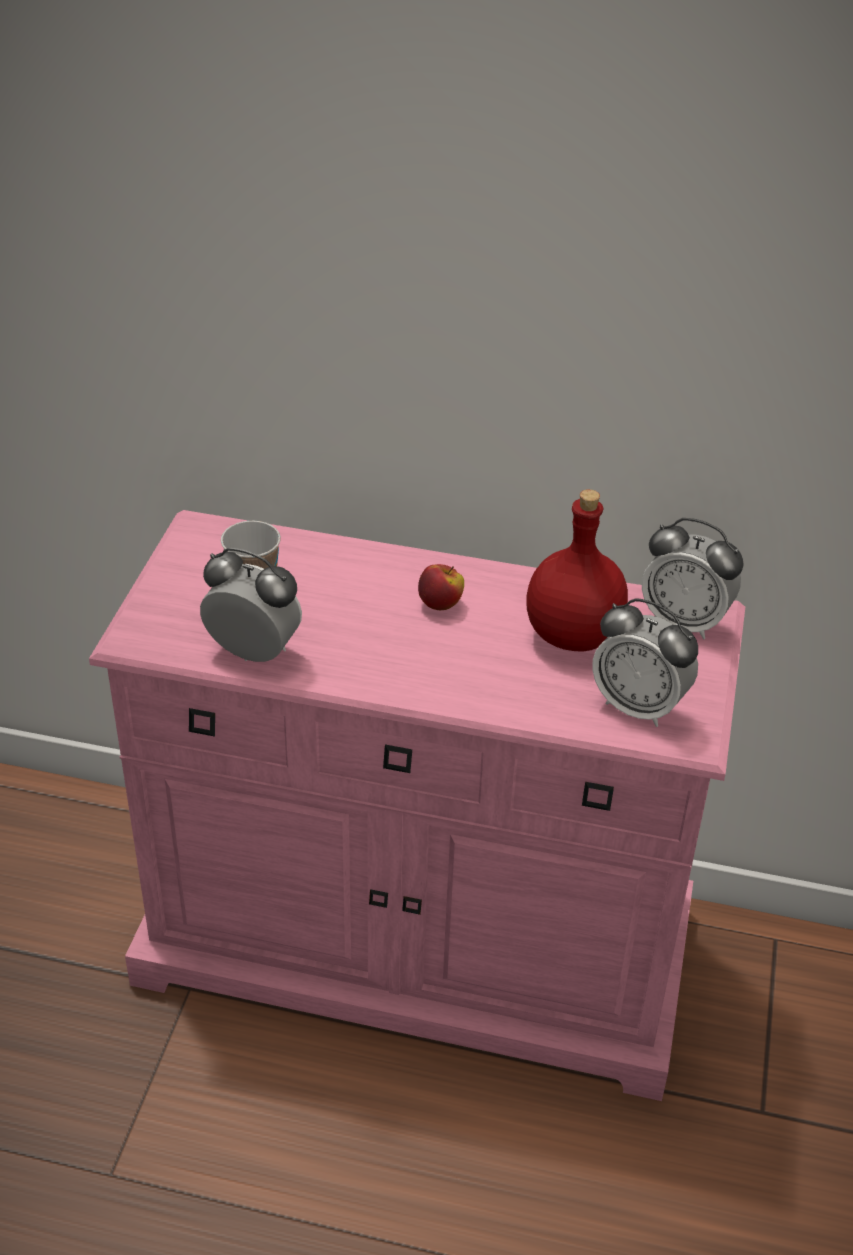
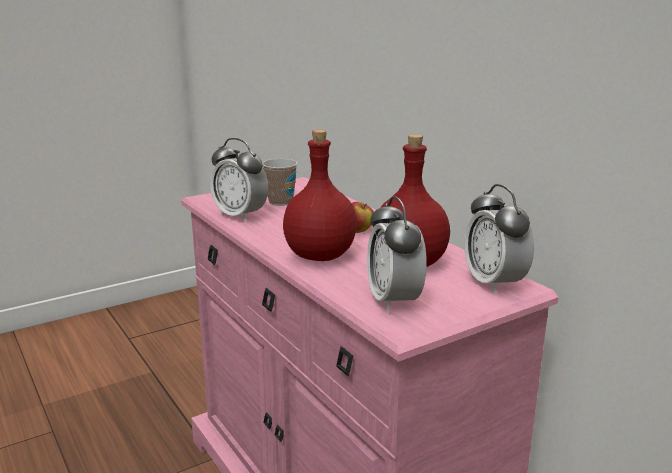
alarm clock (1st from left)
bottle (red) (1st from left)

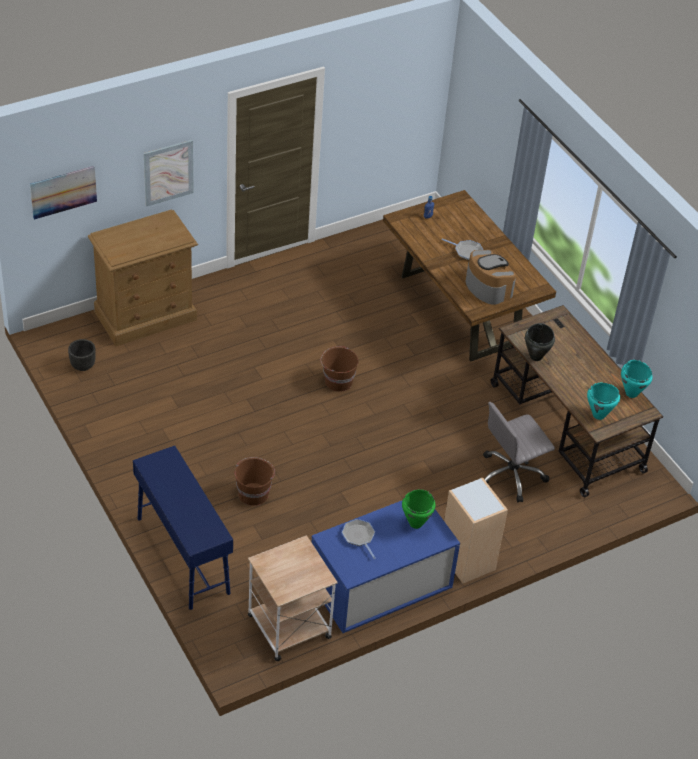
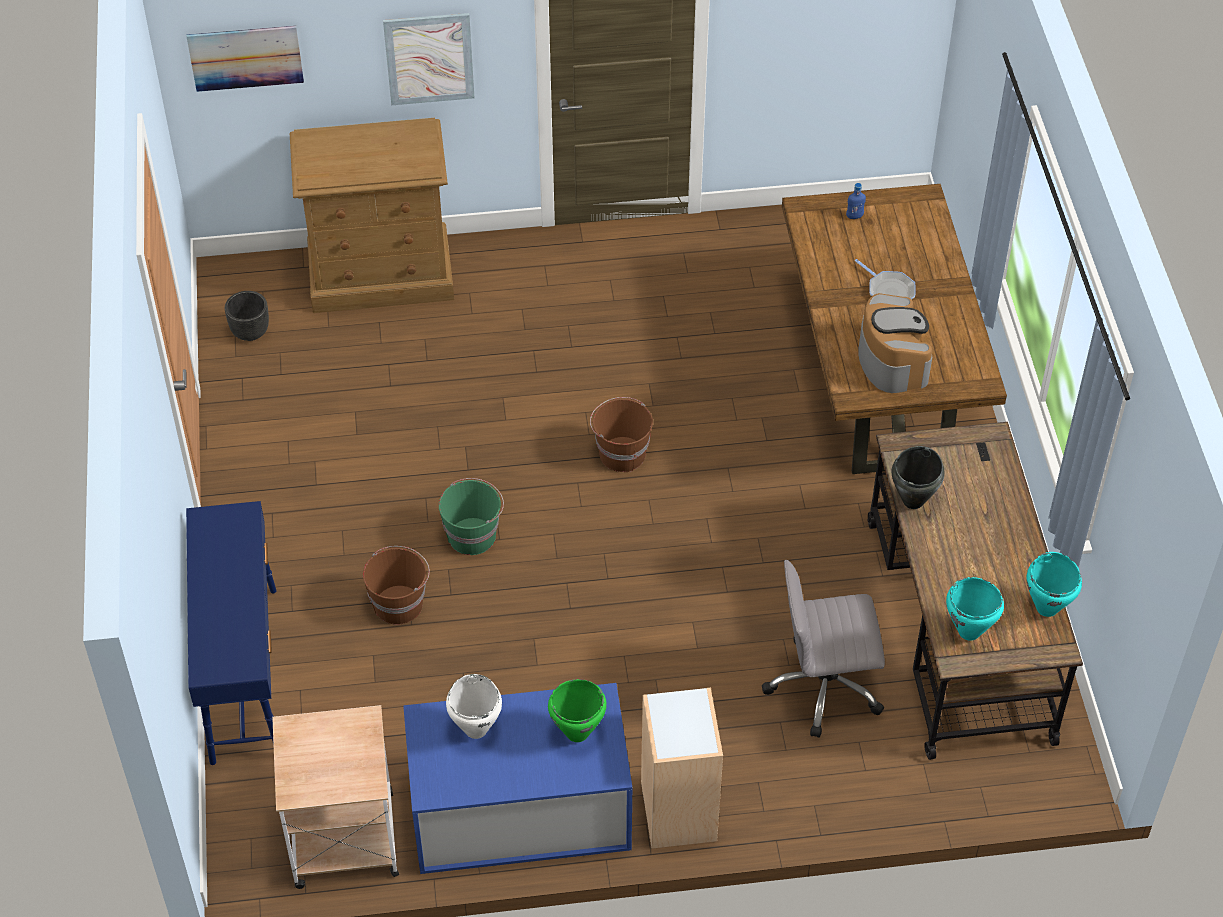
cooking pot (white)
bucket (green)

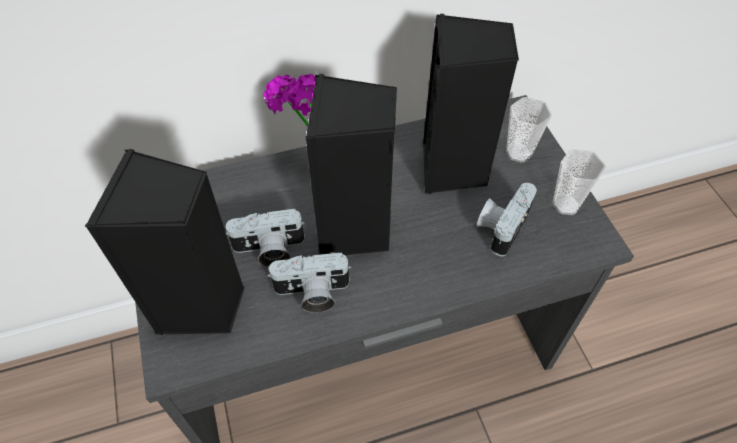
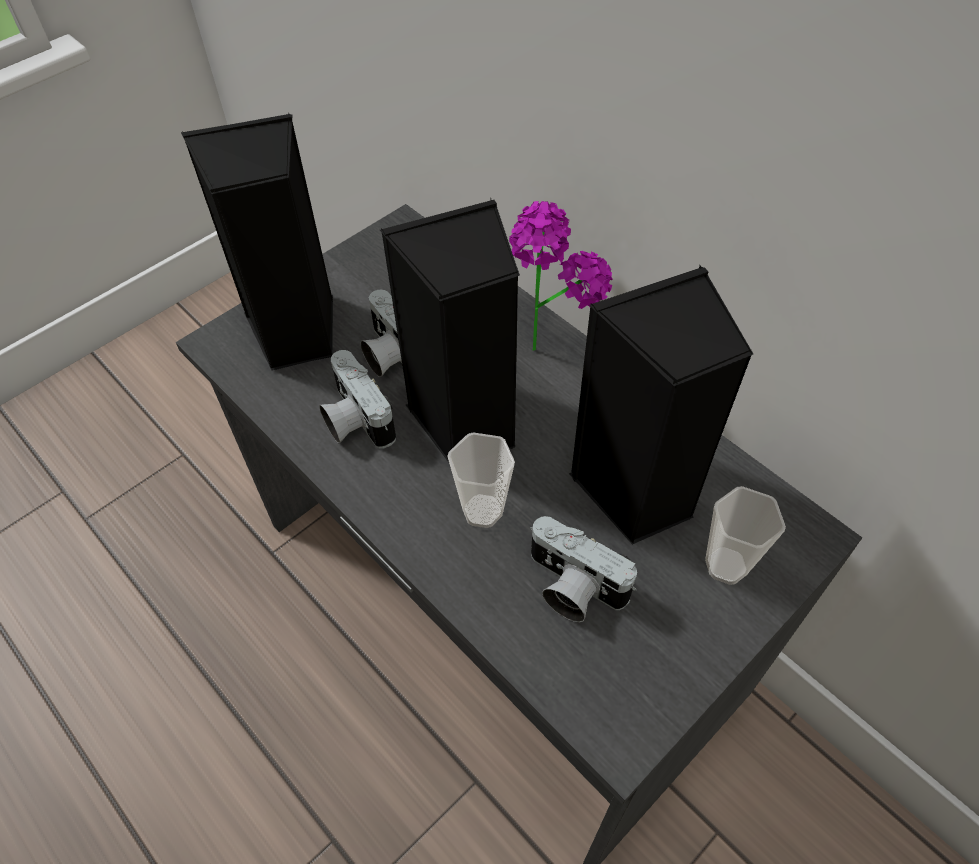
cup (1st from left)
photo camera (3rd from left)

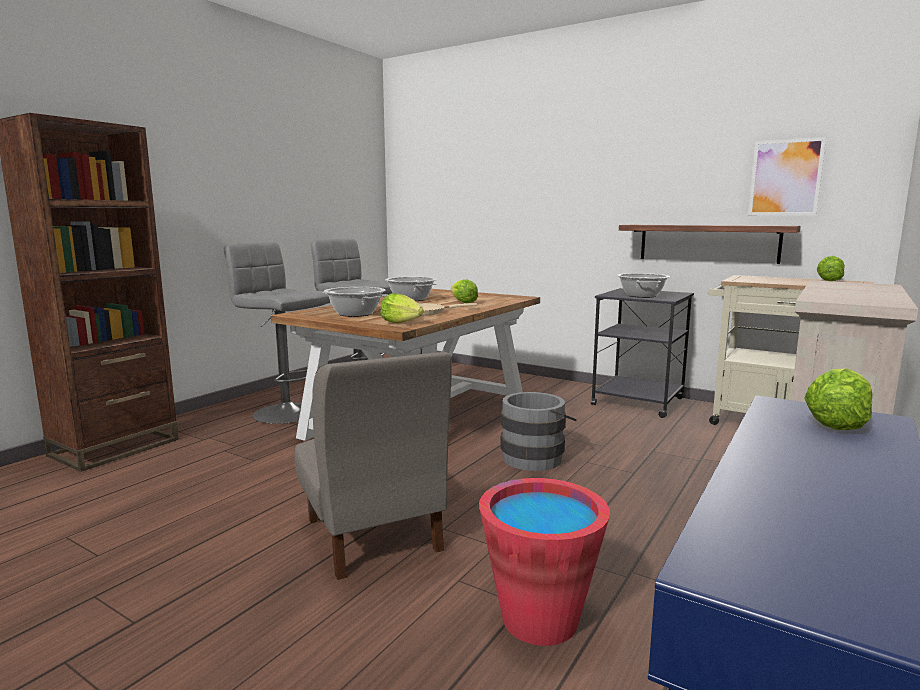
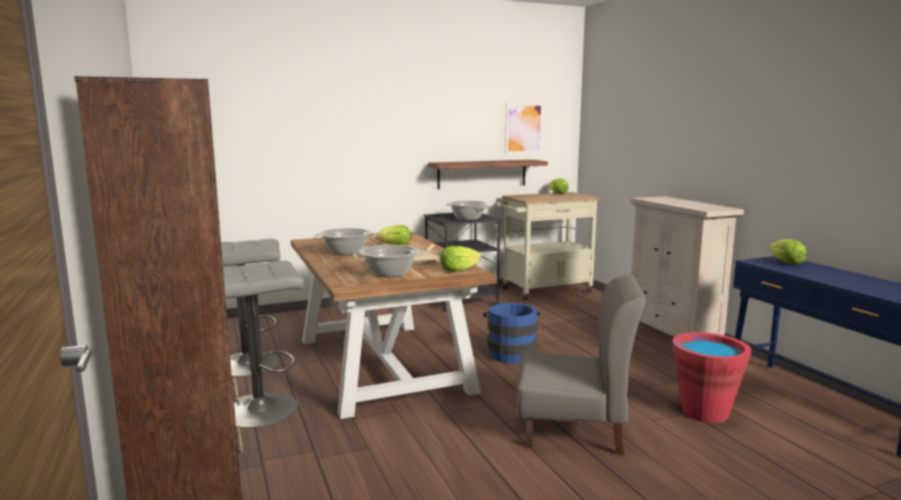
bucket (blue)

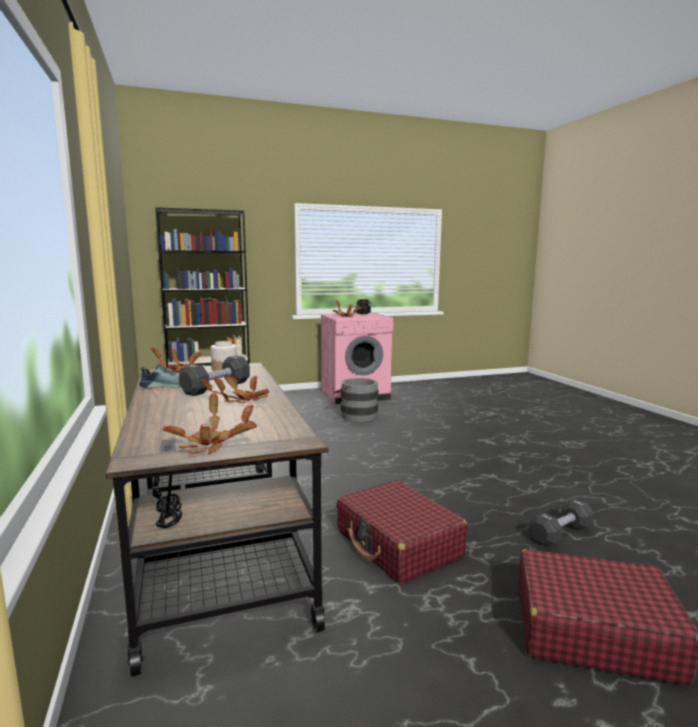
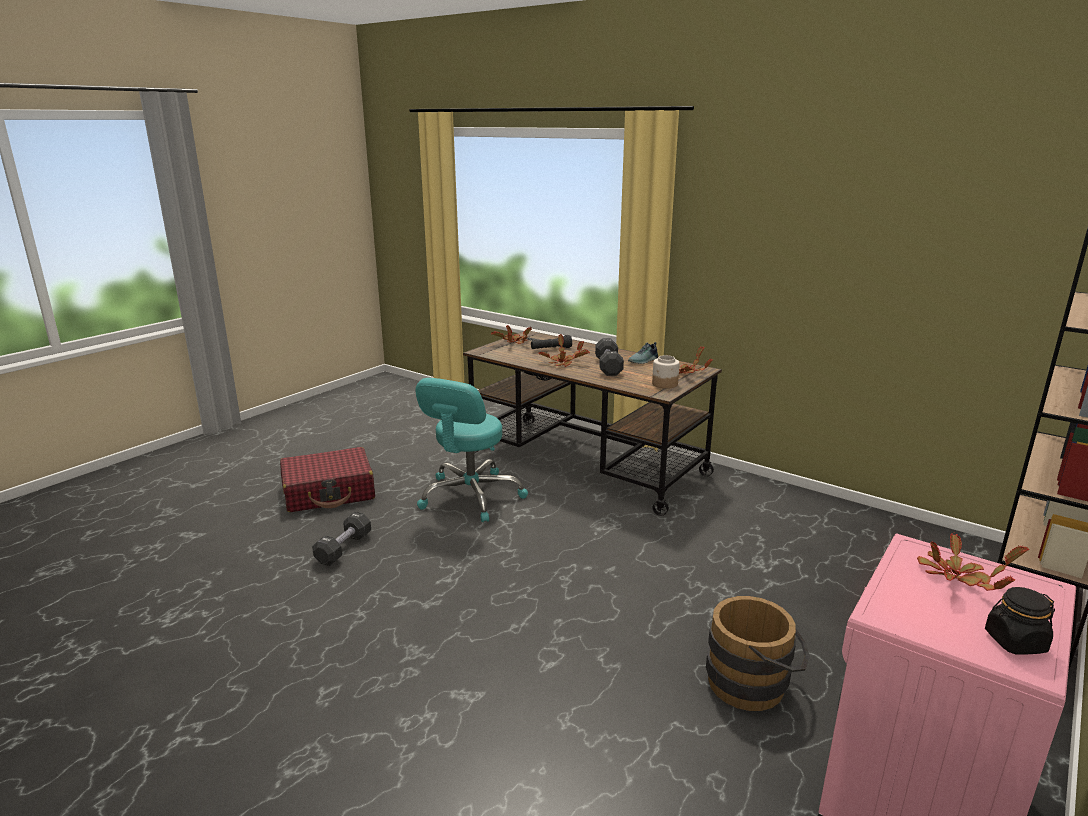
bucket (brown)
office chair (turquoise)
flashlight (black)

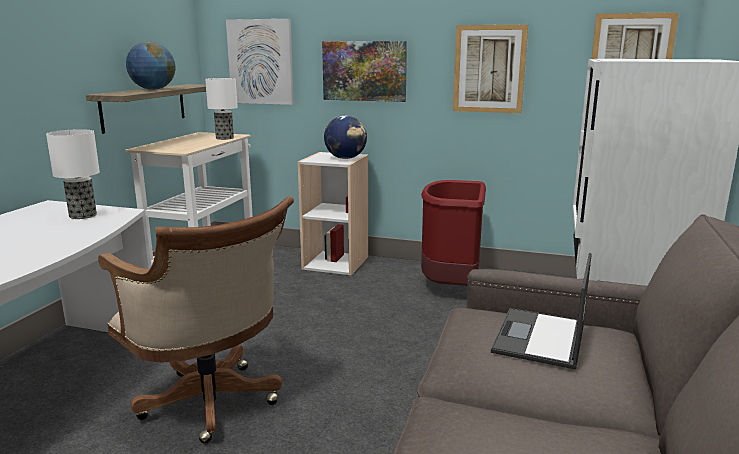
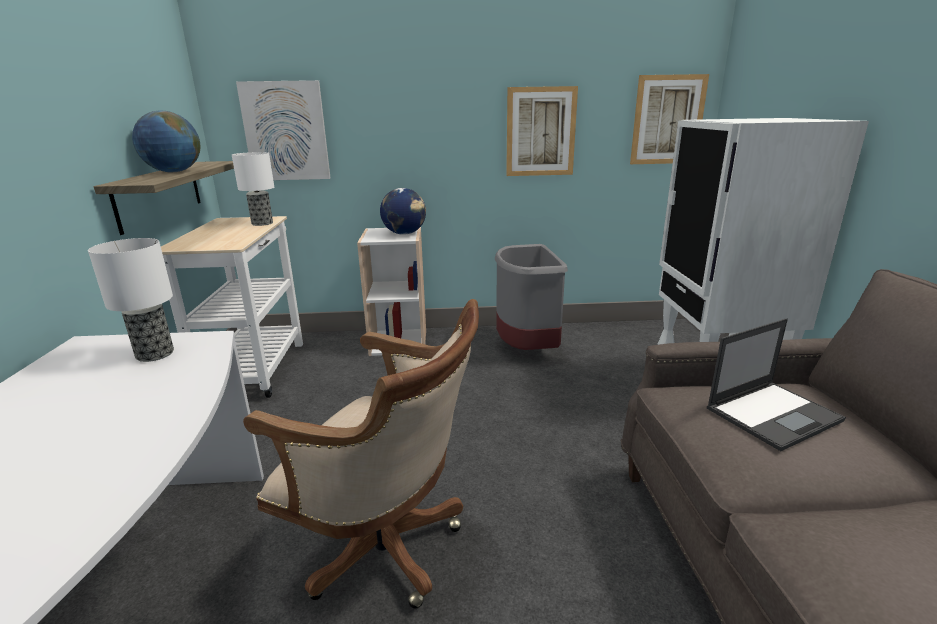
picture (2nd from left in the first image)
trash can (grey)
laptop

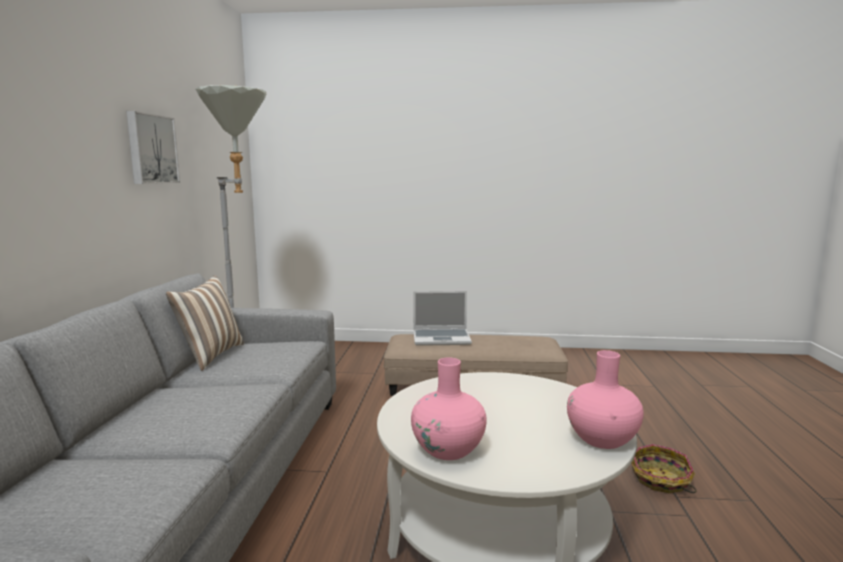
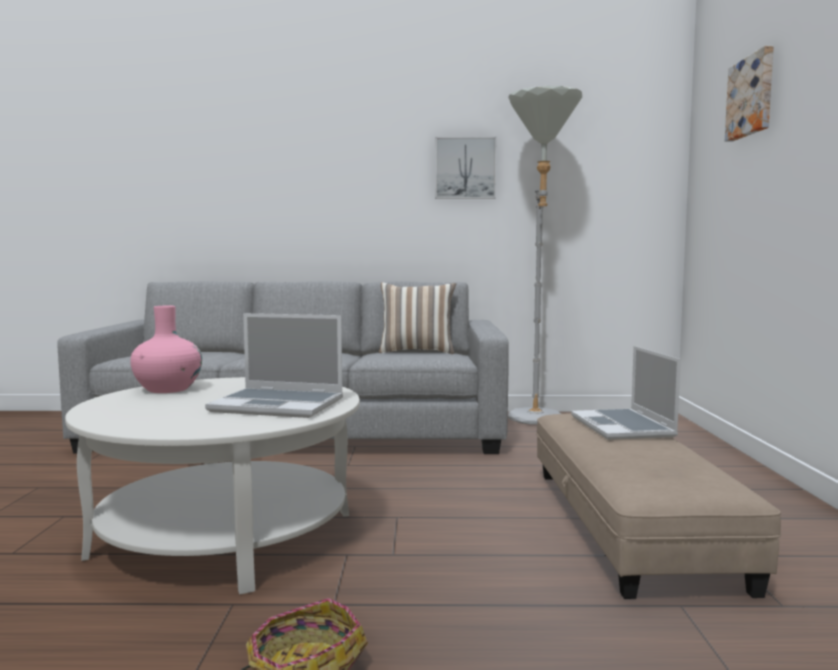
vase (pink) (2nd from left in the first image)
picture (2nd from left)
laptop (1st from left)

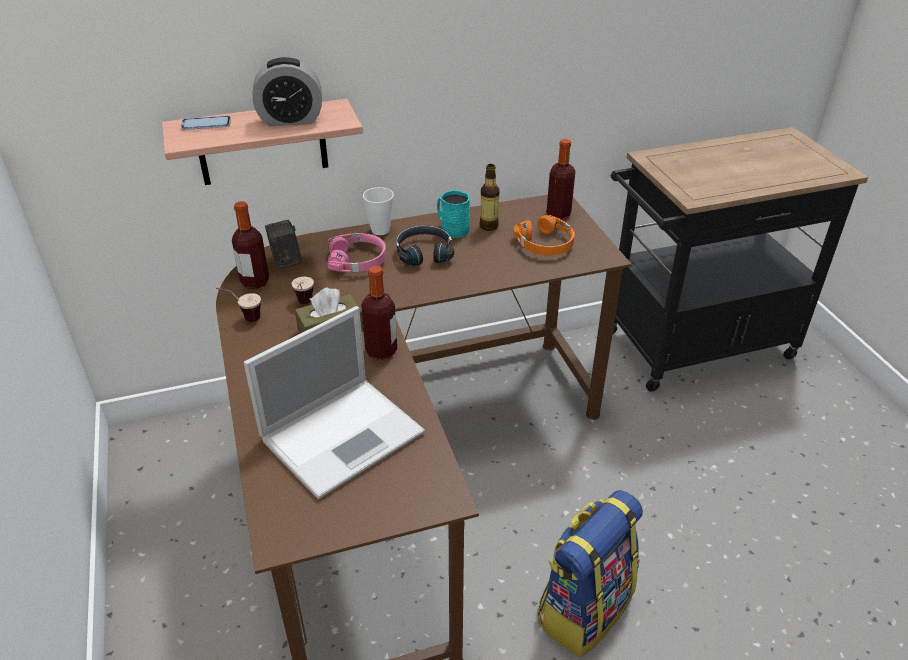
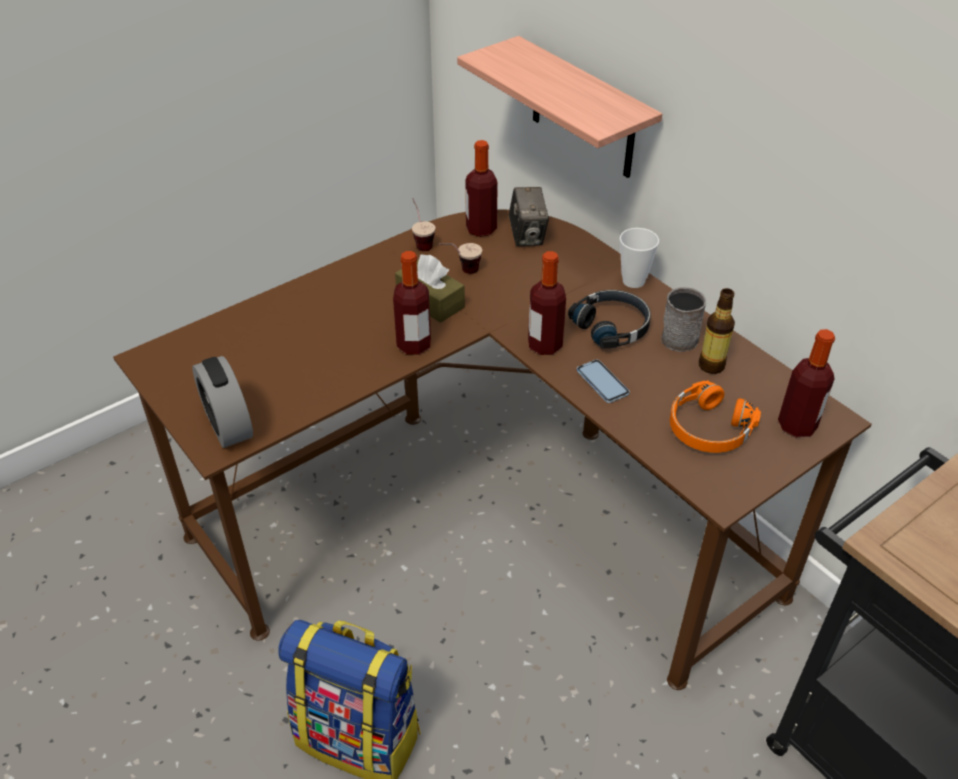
alarm clock
phone
mug (grey)
photo camera
headphones (pink)
laptop
bottle (3rd from left)

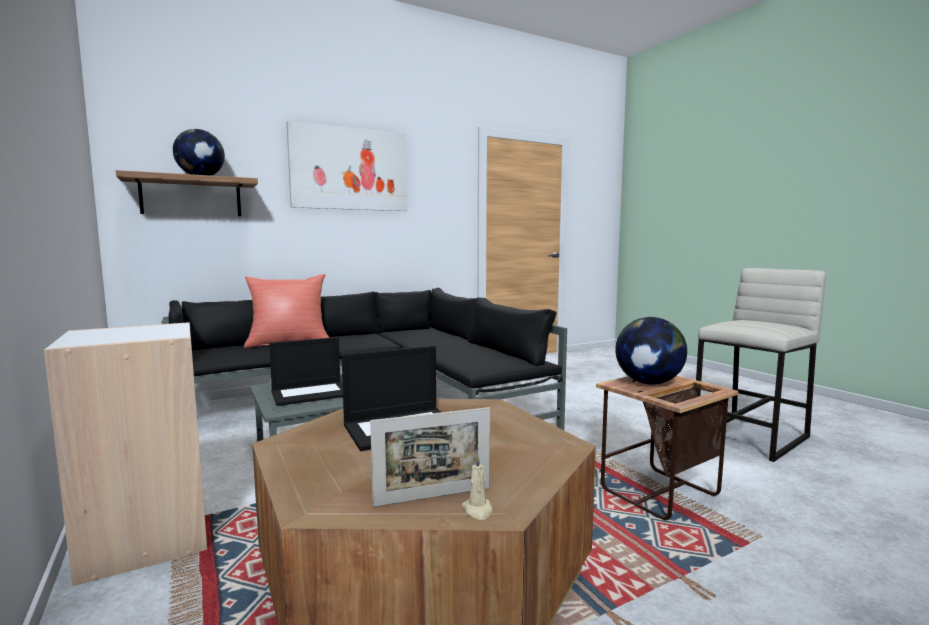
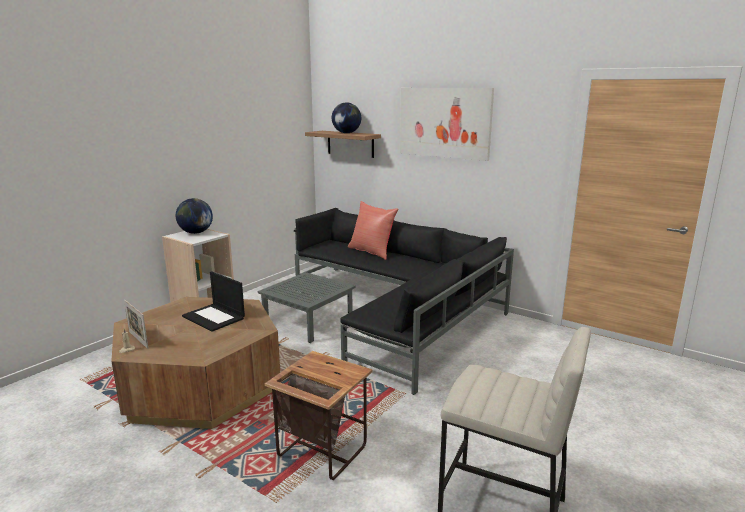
globe (1st from left)
laptop (1st from left in the first image)

